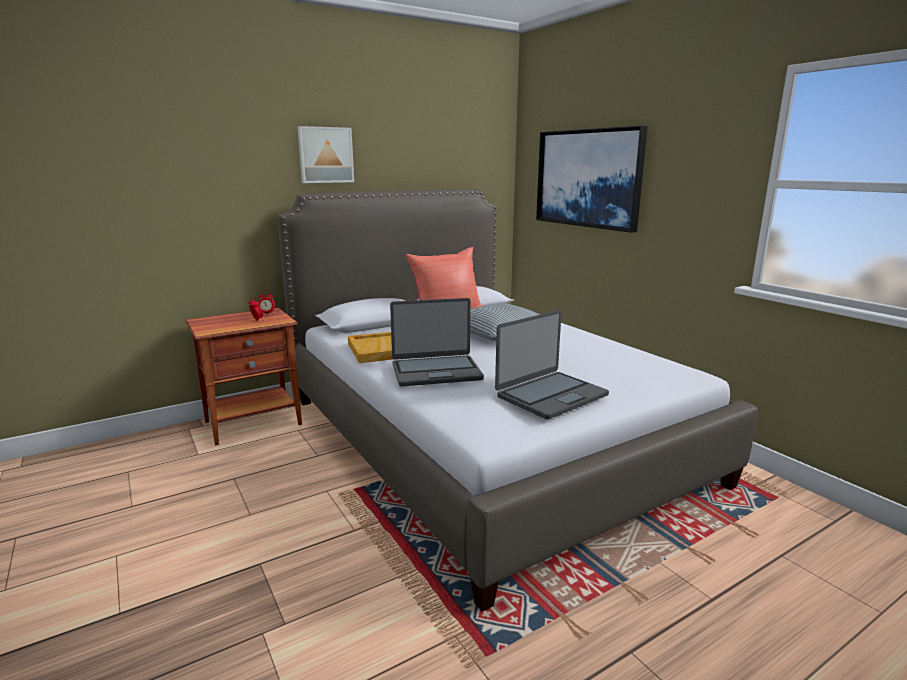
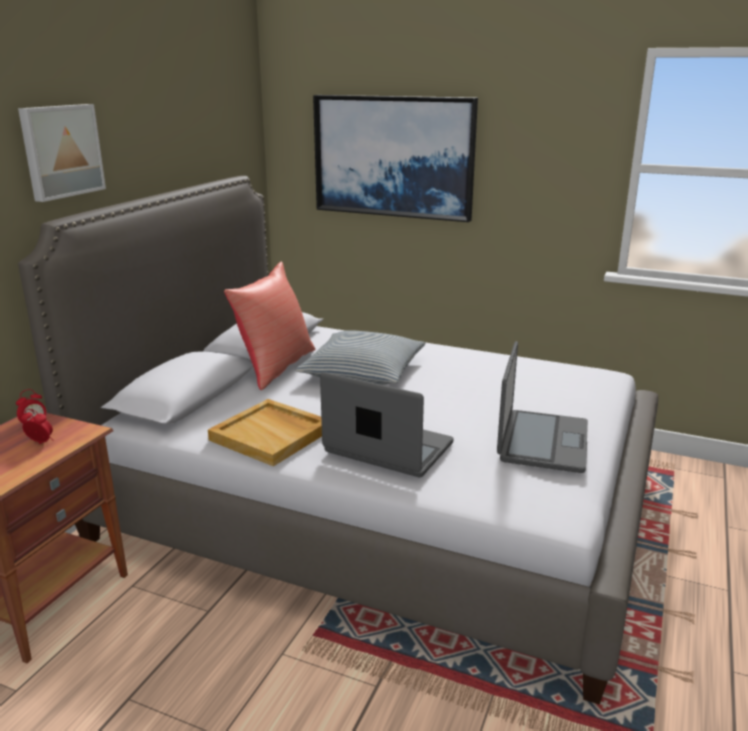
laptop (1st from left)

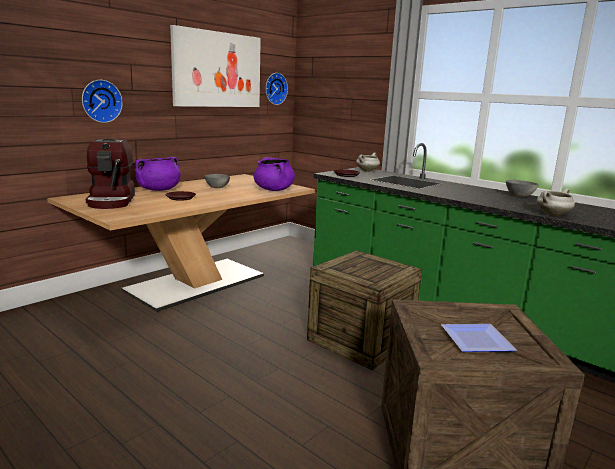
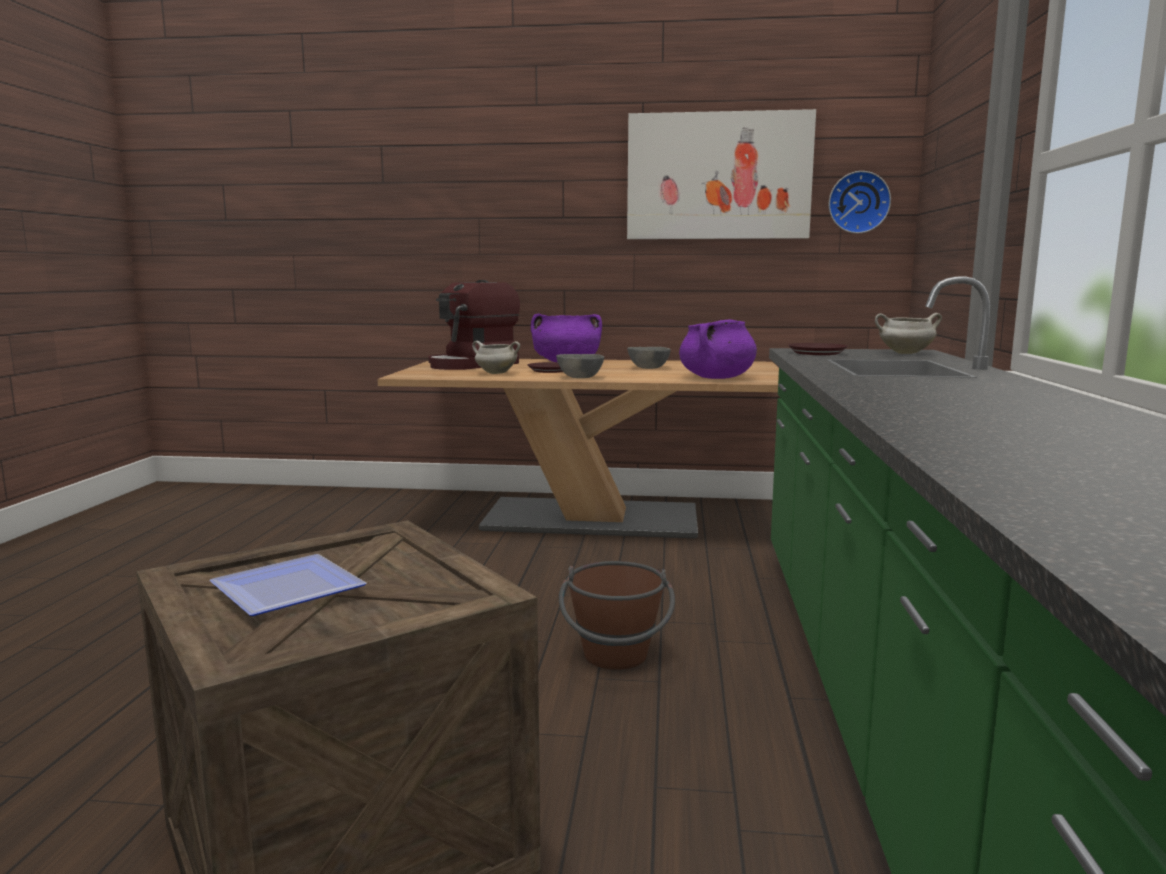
wall clock (1st from left in the first image)
bowl (grey) (1st from left)
cooking pot (white) (1st from left)
bucket (brown)

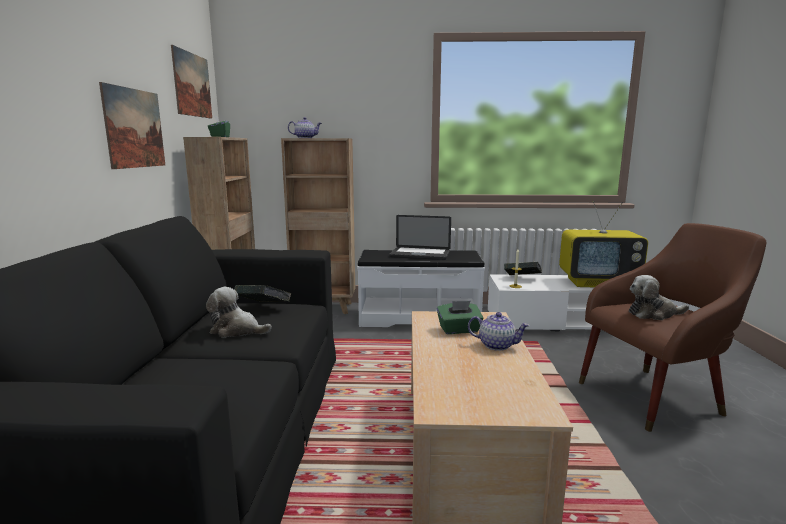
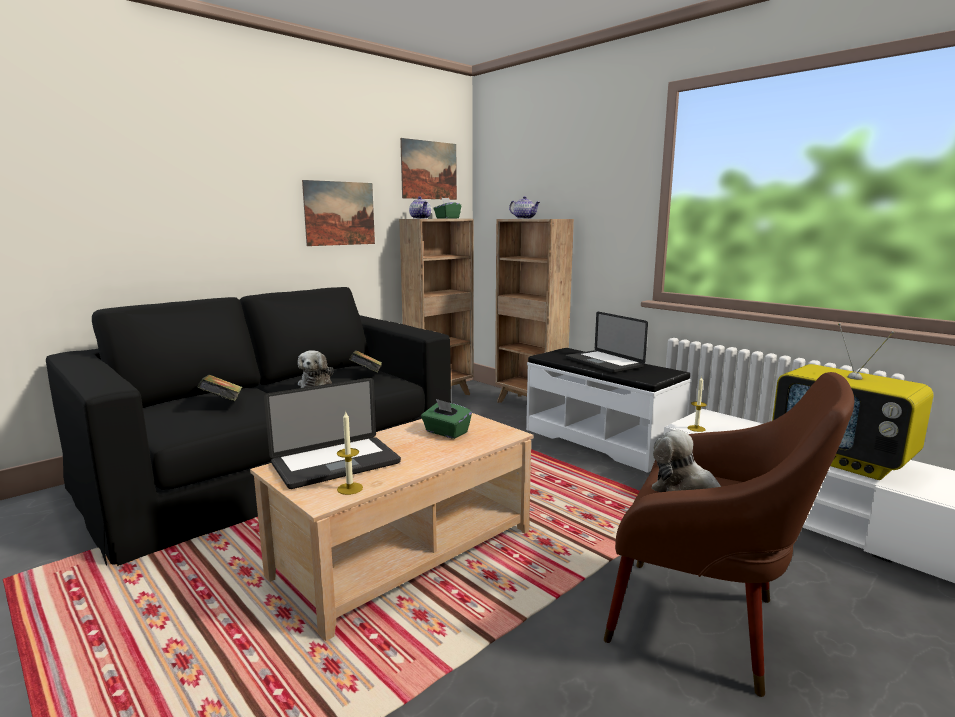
book (1st from left)
plush toy (1st from left)
teapot (1st from left)
laptop (1st from left)
candle (1st from left)

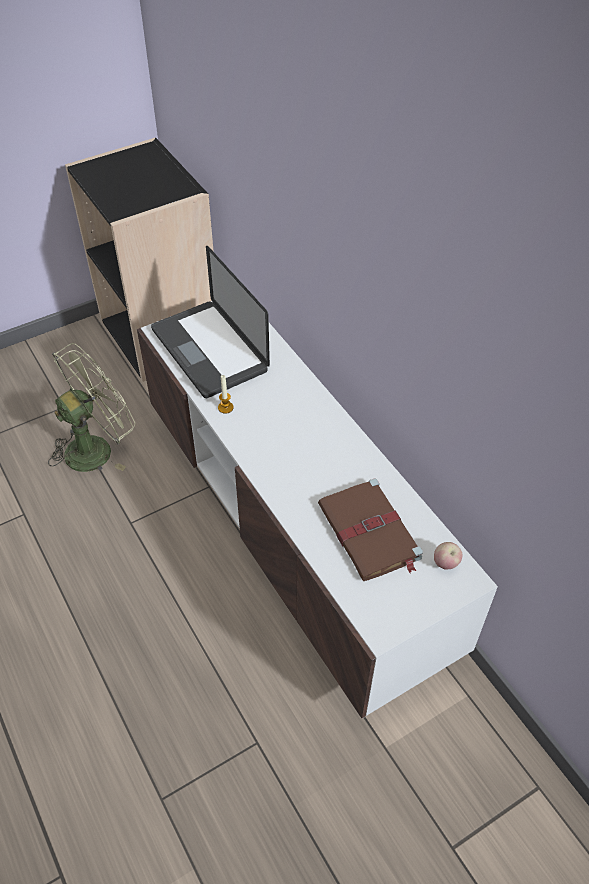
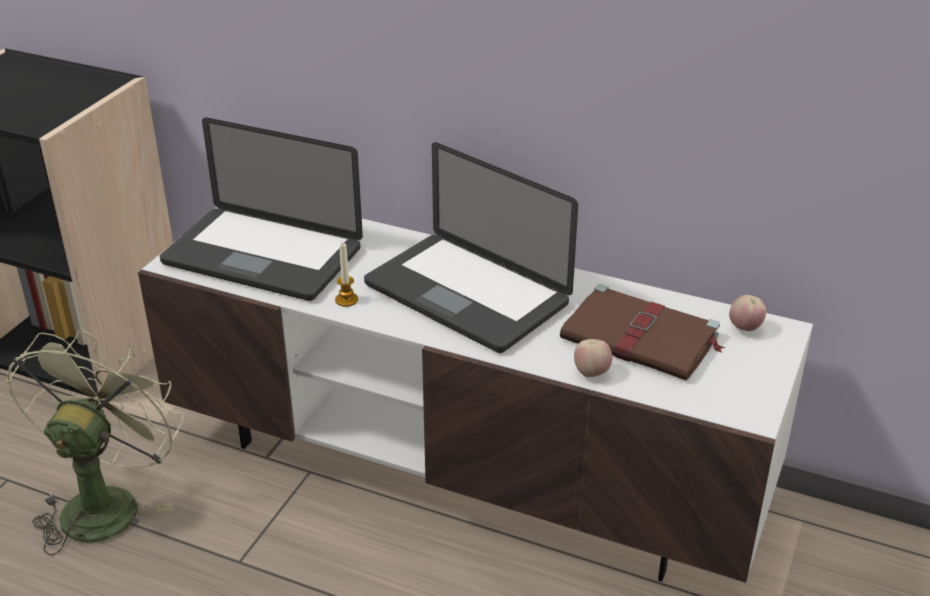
laptop (2nd from left)
apple (1st from left)

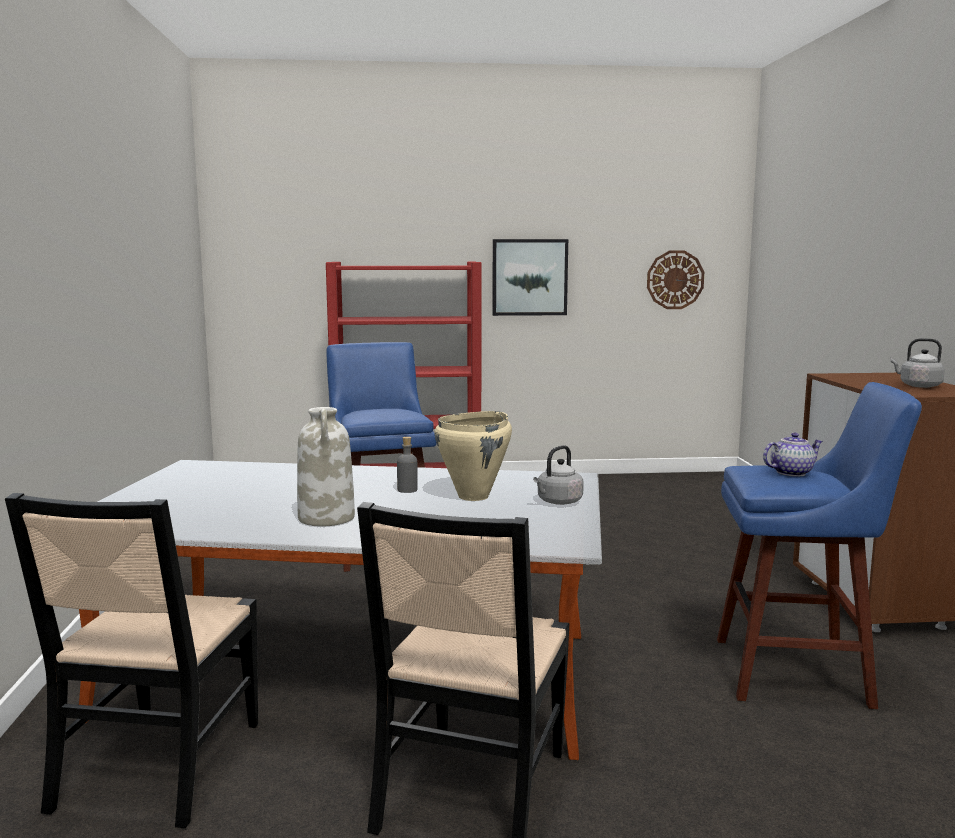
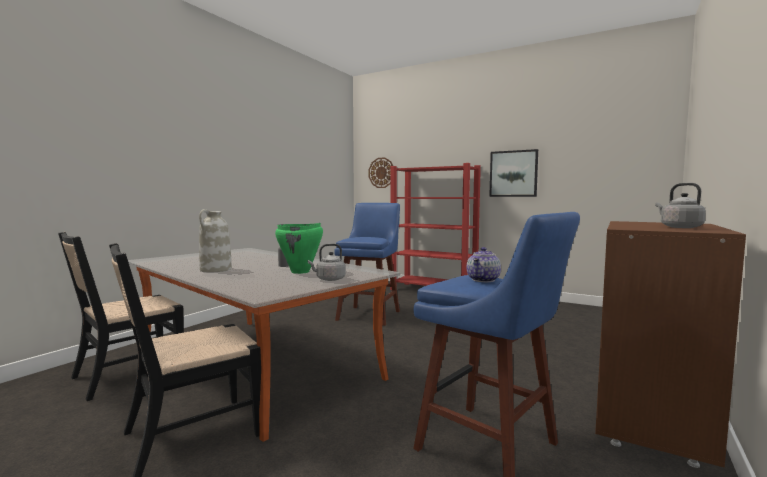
wall clock
cooking pot (green)
teapot

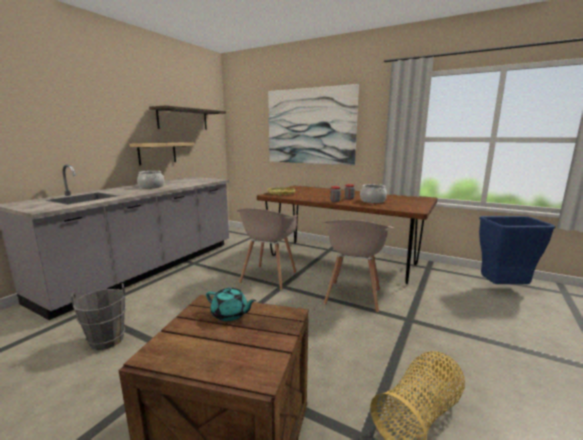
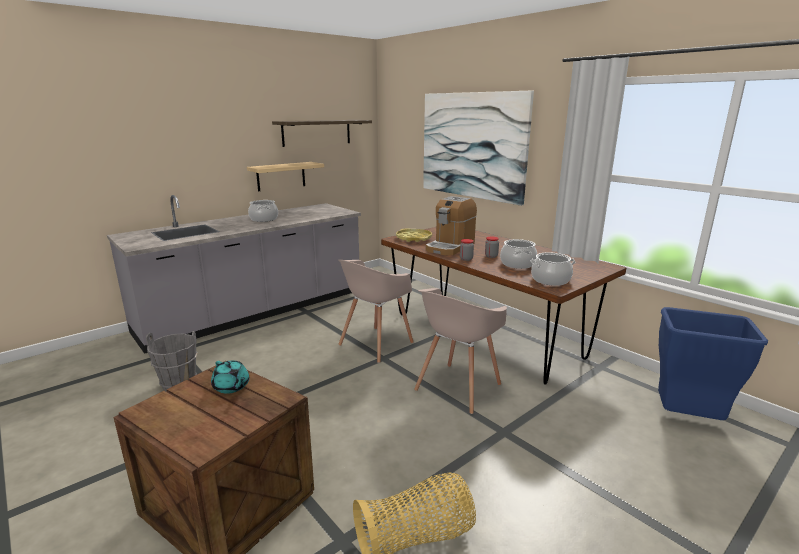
coffee machine
cooking pot (3rd from left)

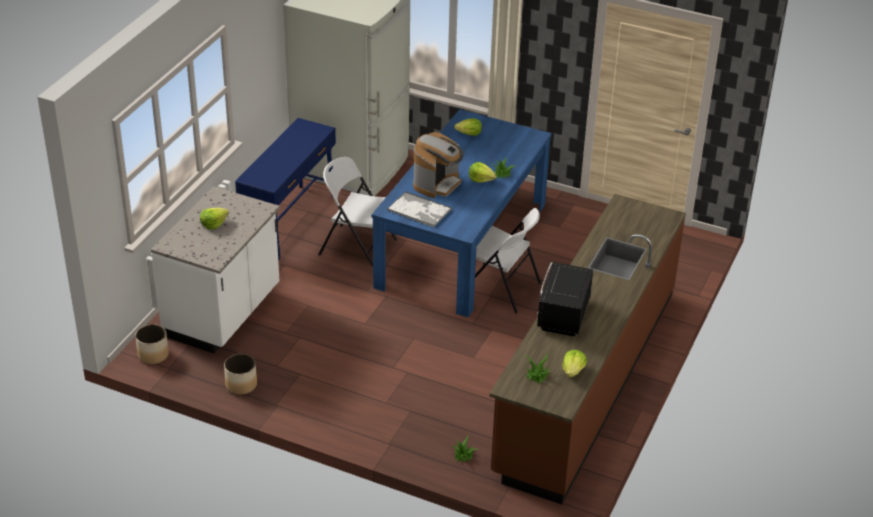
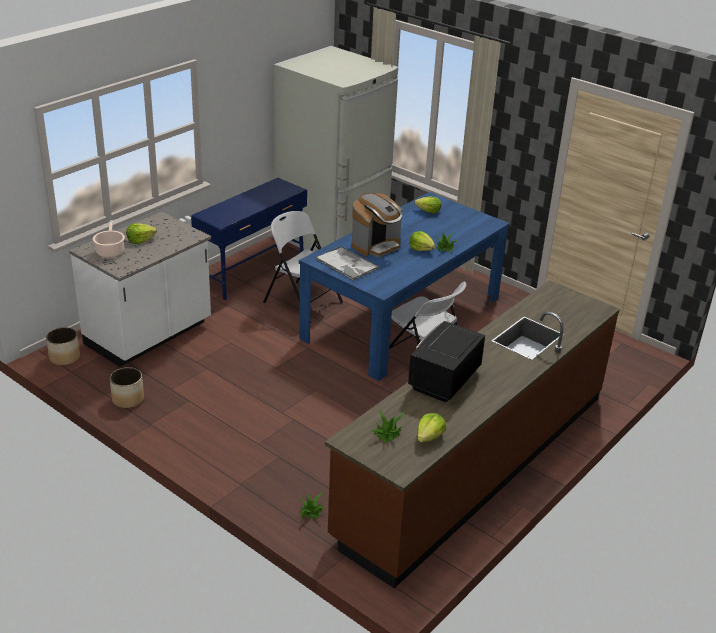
cooking pot

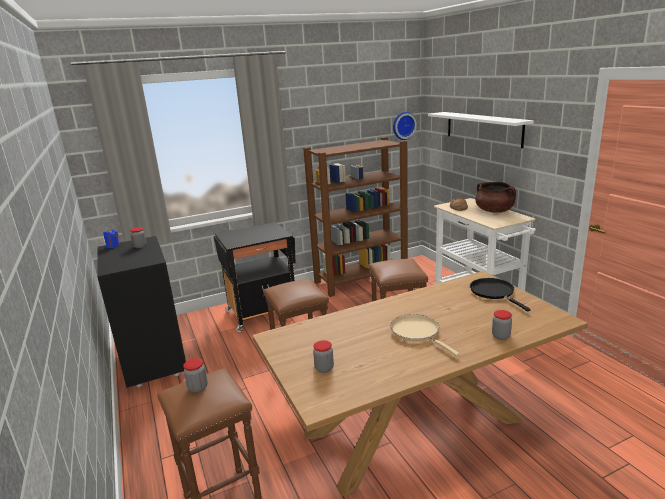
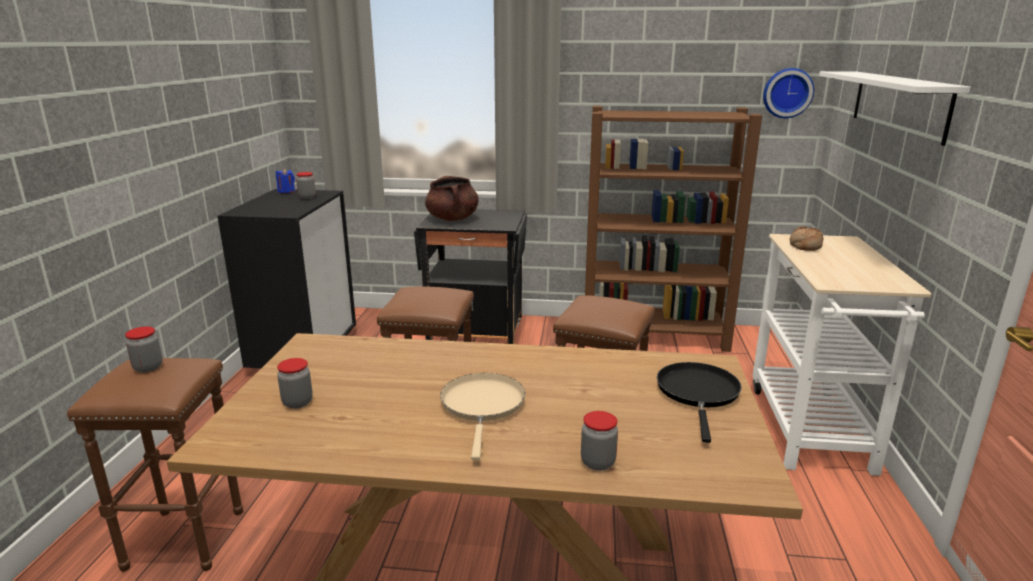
cooking pot (brown)

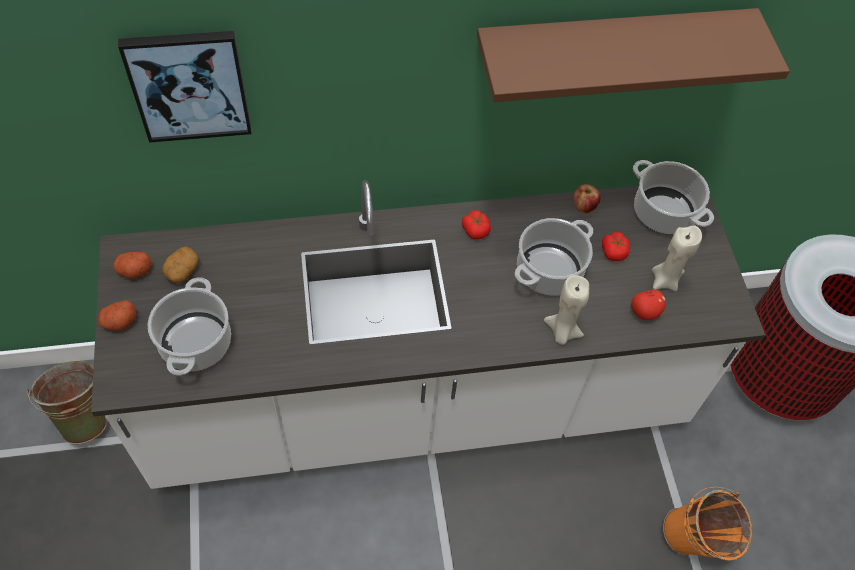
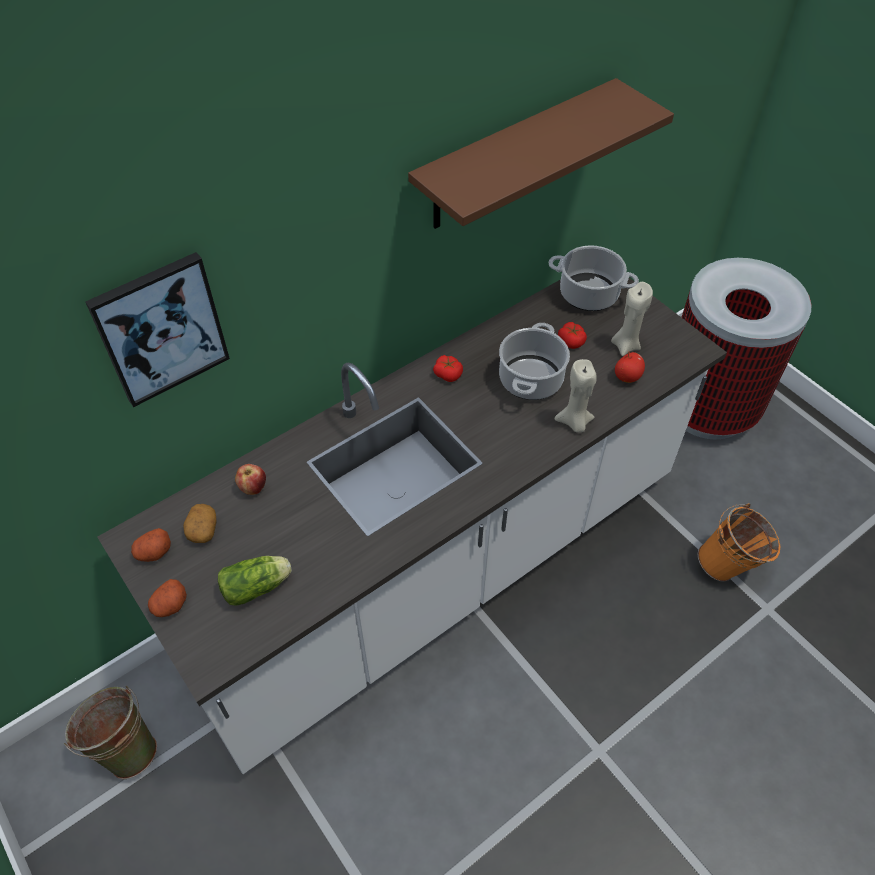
apple (1st from left)
lettuce

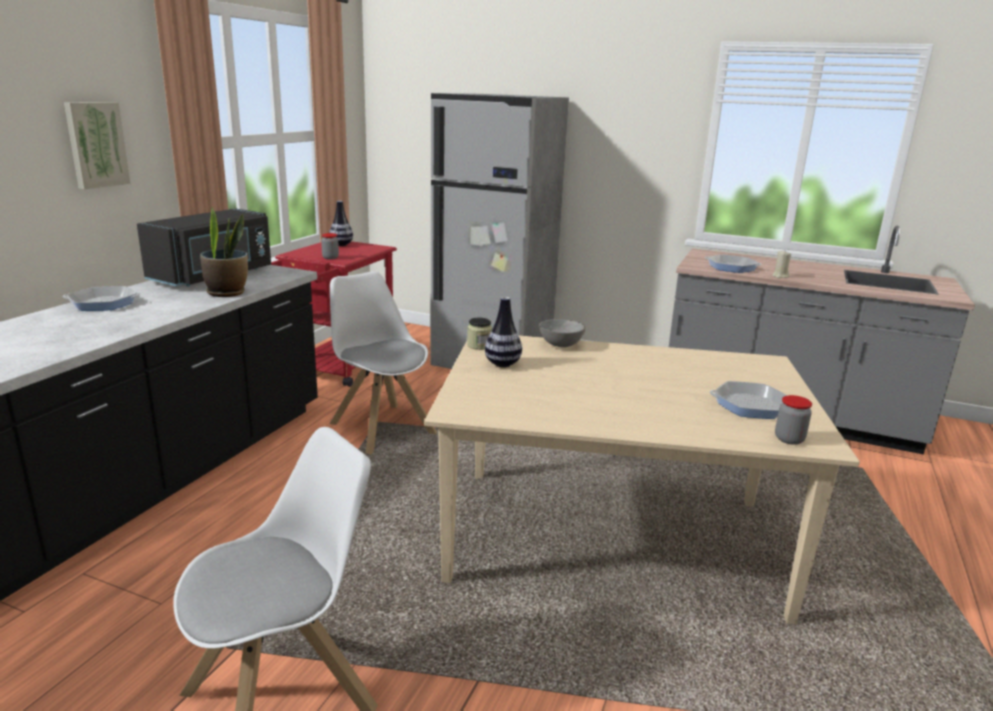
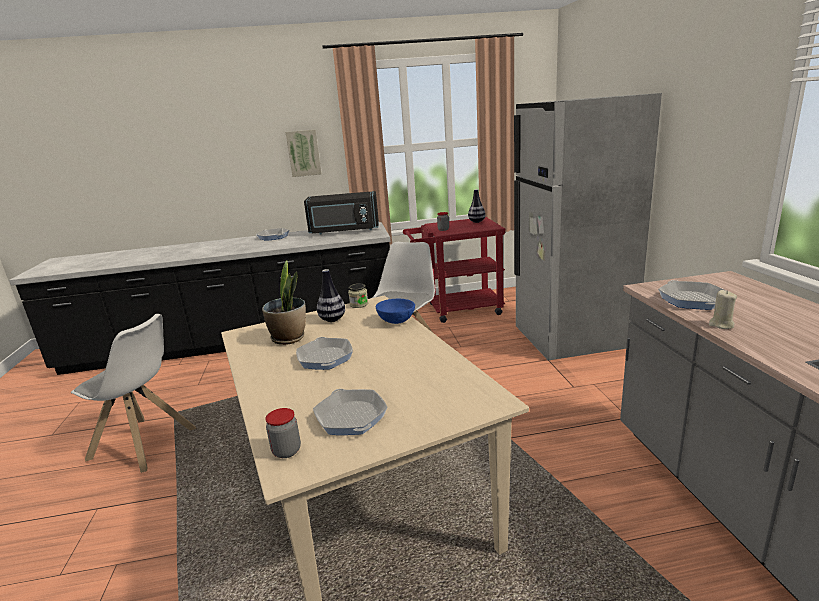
potted plant
bowl (blue)
frying pan (2nd from left)

